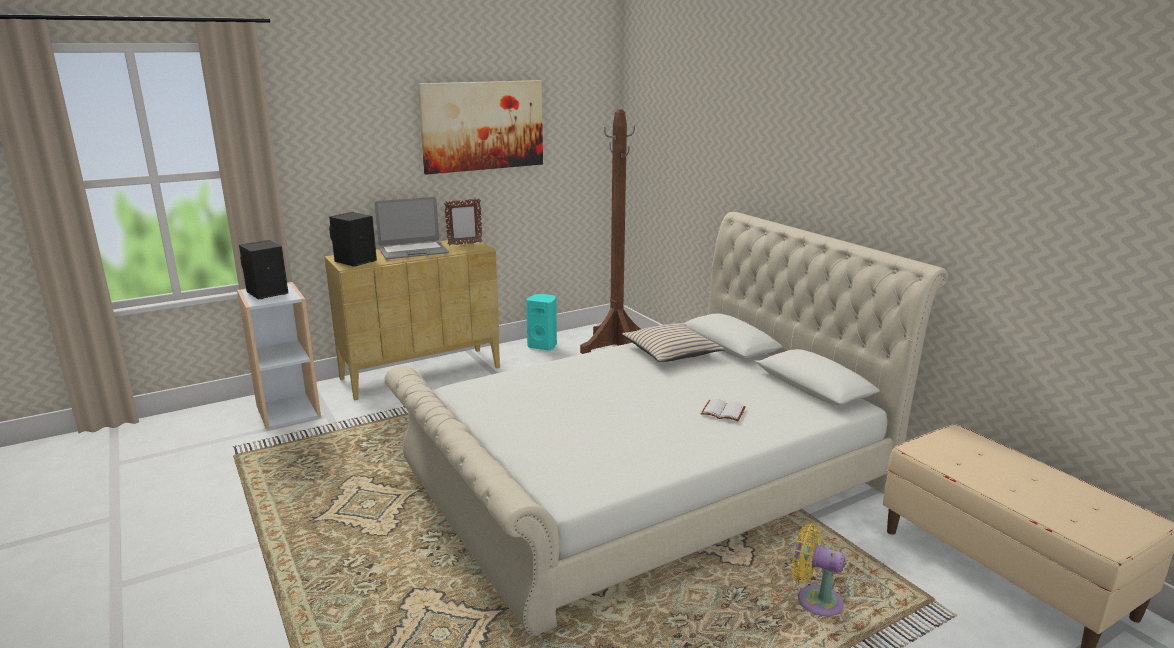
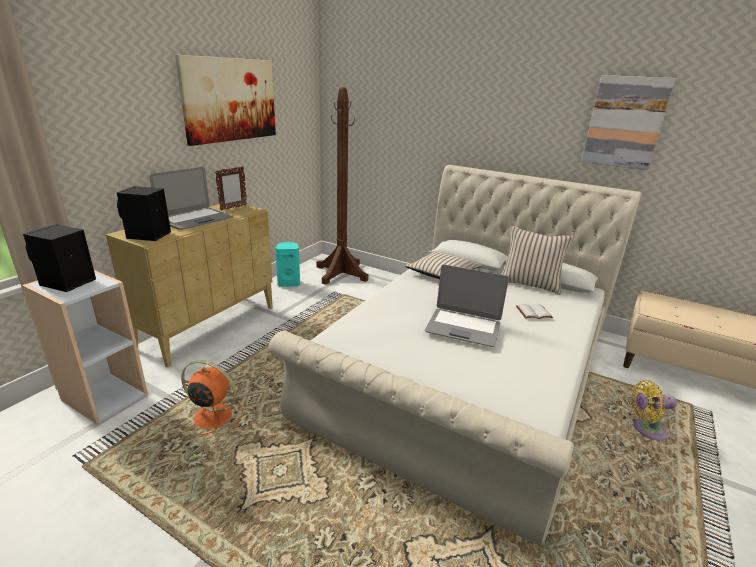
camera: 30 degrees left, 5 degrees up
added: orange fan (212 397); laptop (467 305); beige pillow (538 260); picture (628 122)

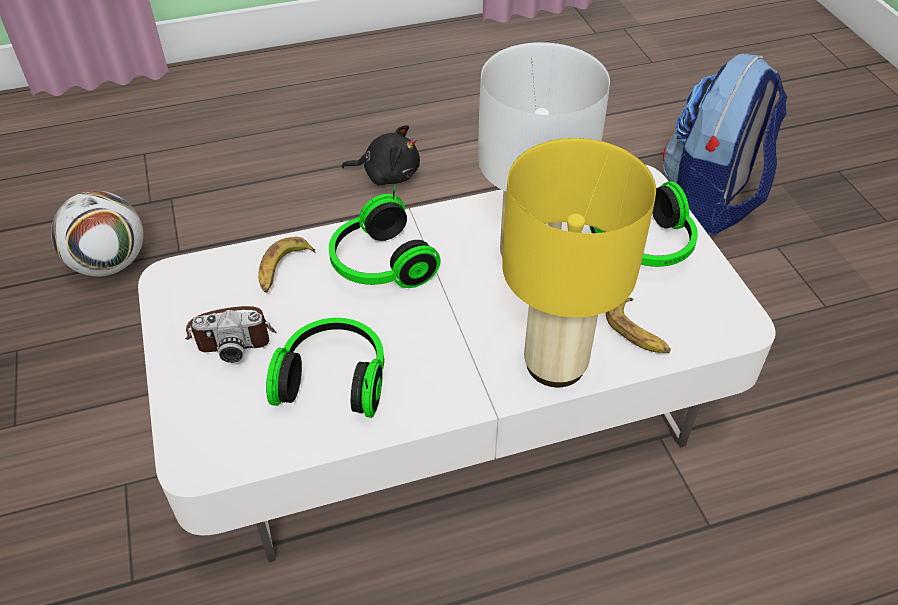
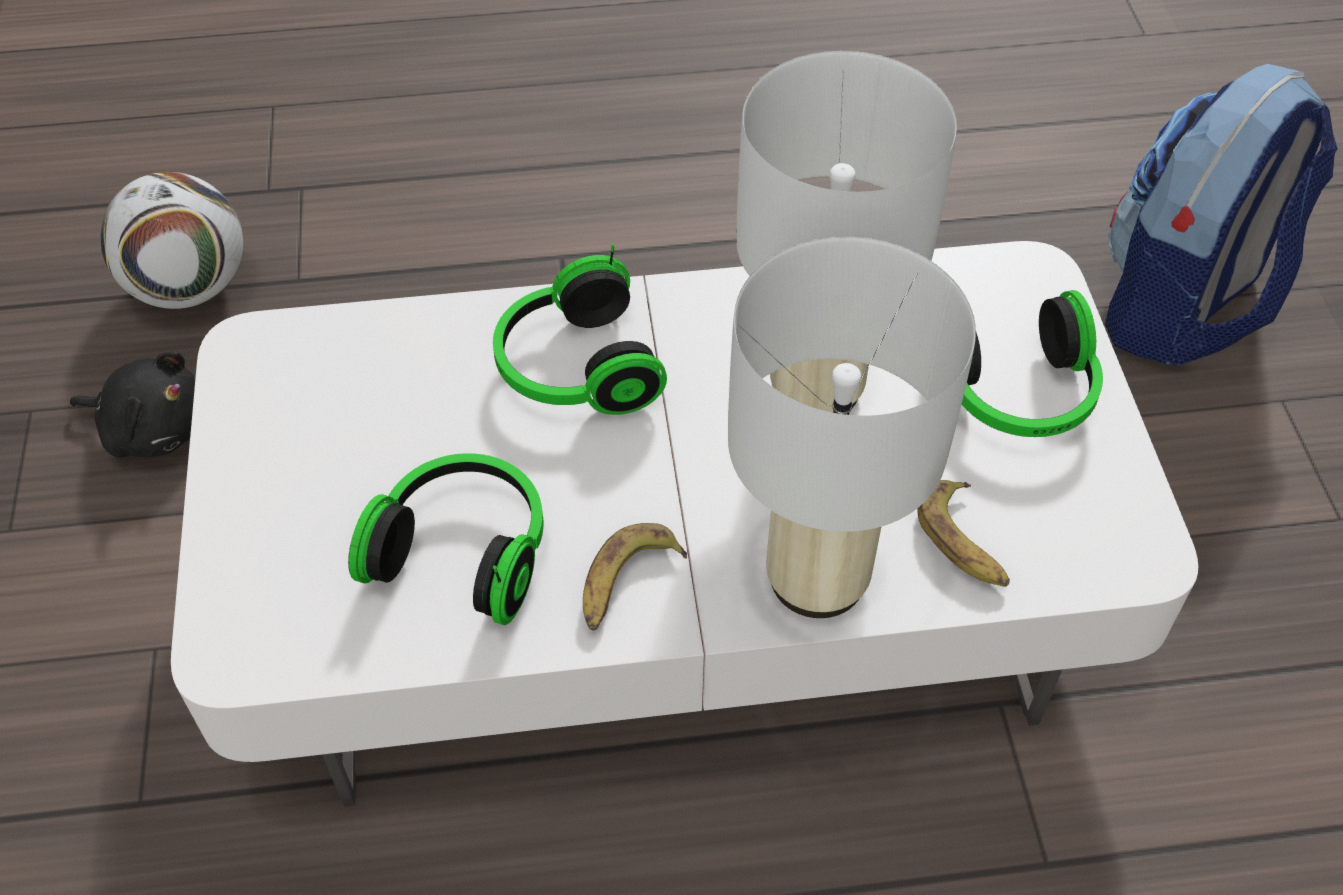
camera: 10 degrees right, 5 degrees up
removed: photo camera (231 334)
moved: black plush toy (381 155) to (133 404); banana (286 265) to (635 577)
recoloured: yellow table lamp (579 262) to white table lamp (852 427)

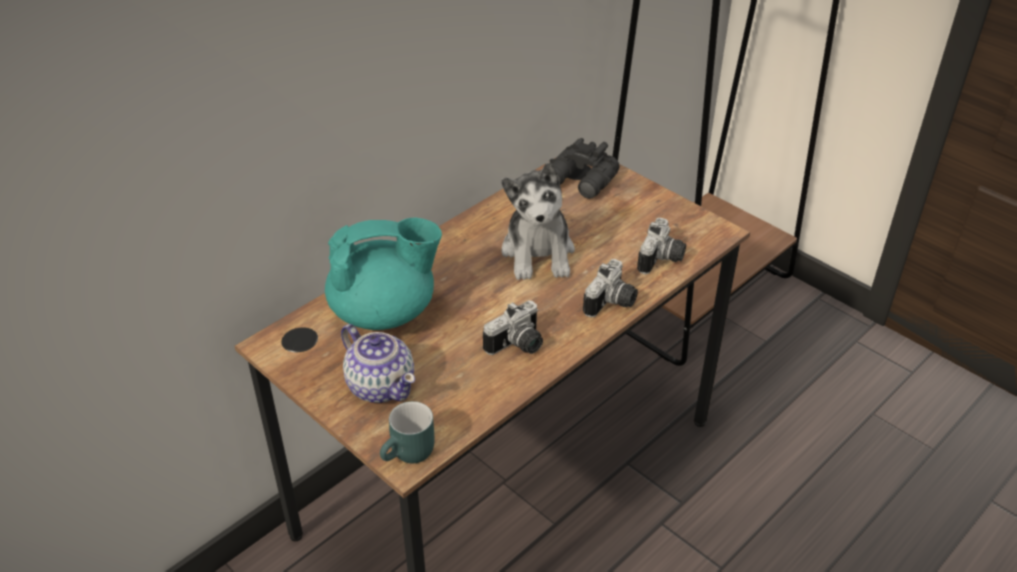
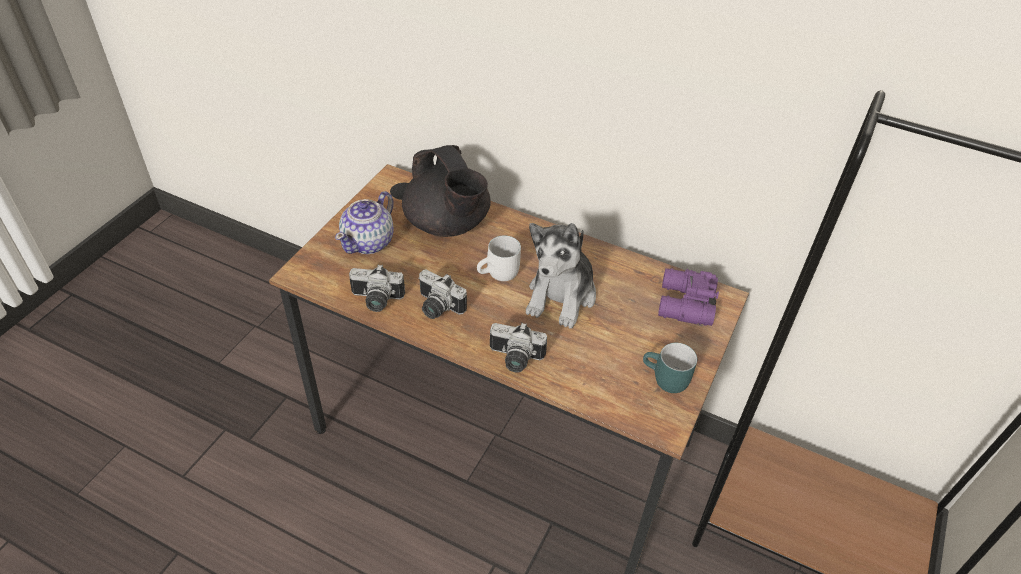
camera: 70 degrees right, 5 degrees up
added: white mug (499 258)
moved: photo camera (661 246) to (377 288); turquoise mug (407 432) to (670 368)
recoloured: turquoise teapot (383 274) to black teapot (446 191); black binoculars (584 168) to purple binoculars (688 297)
turned: plush toy (538 221) = (561 275) 45 degrees counterclockwise

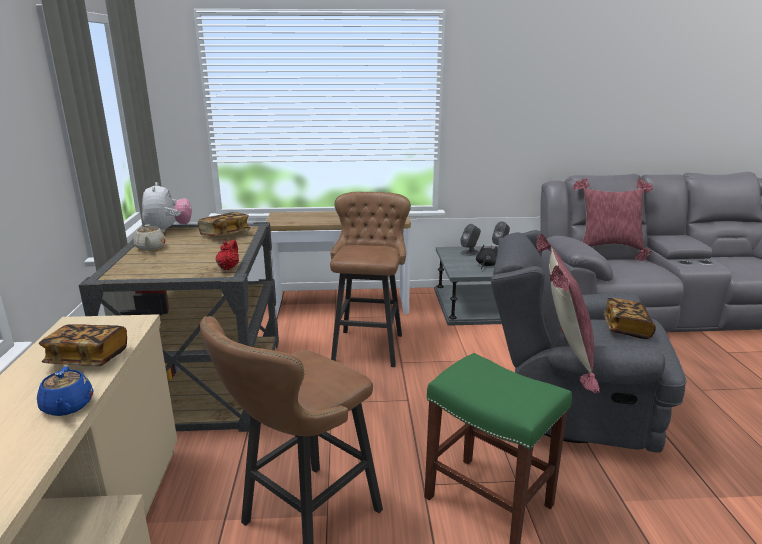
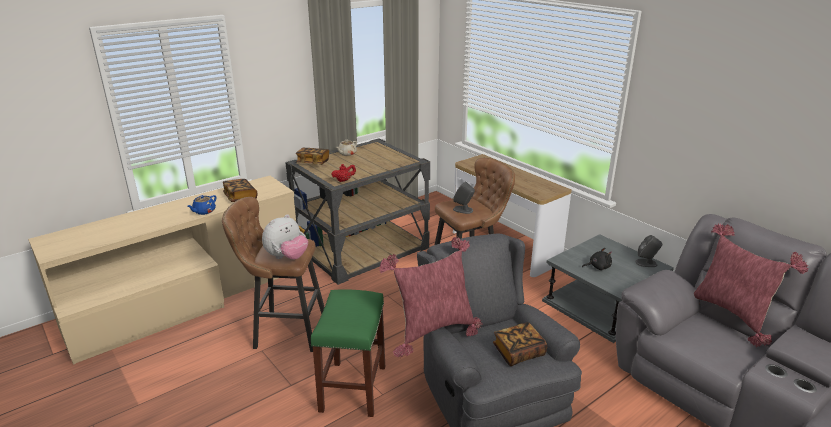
camera: 55 degrees right, 5 degrees up
moved: plush toy (167 207) to (285 237); book (224 224) to (312 156); grey speaker (470 240) to (464 197)

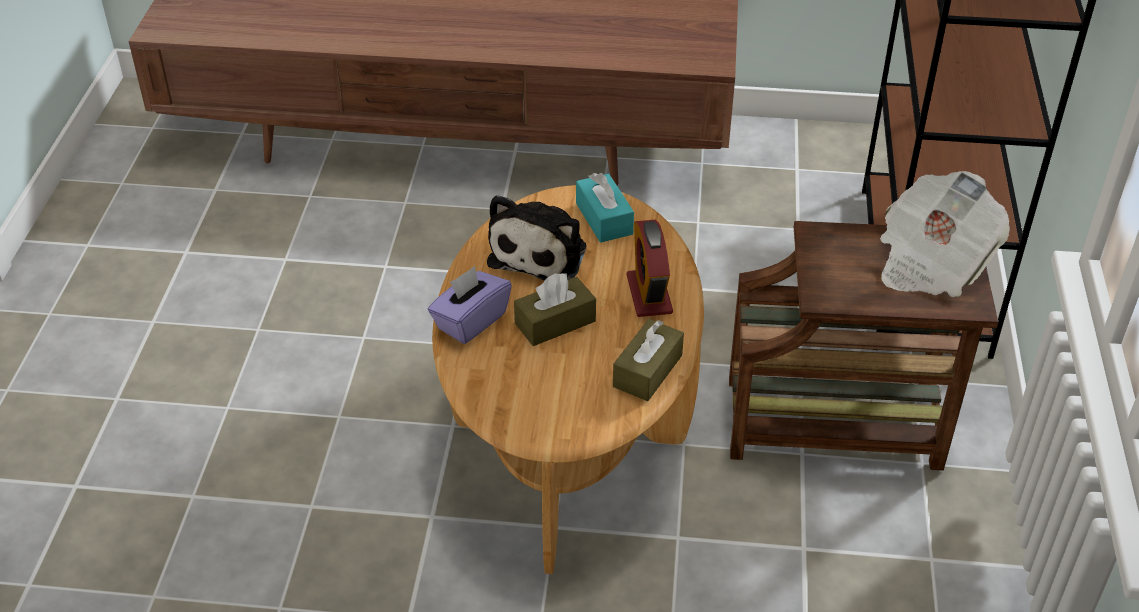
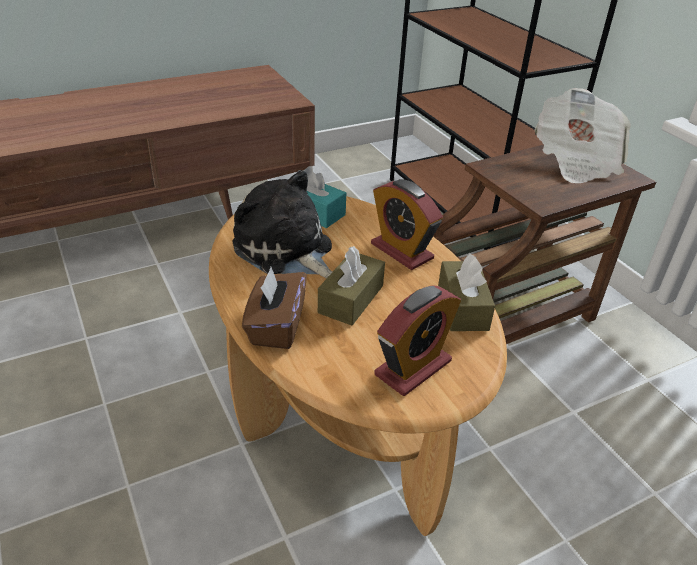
camera: 35 degrees left, 5 degrees down
added: alarm clock (417 340)
recoloured: purple tissue box (470 305) to brown tissue box (274 308)
turned: plush toy (536 238) = (282 224) 150 degrees clockwise

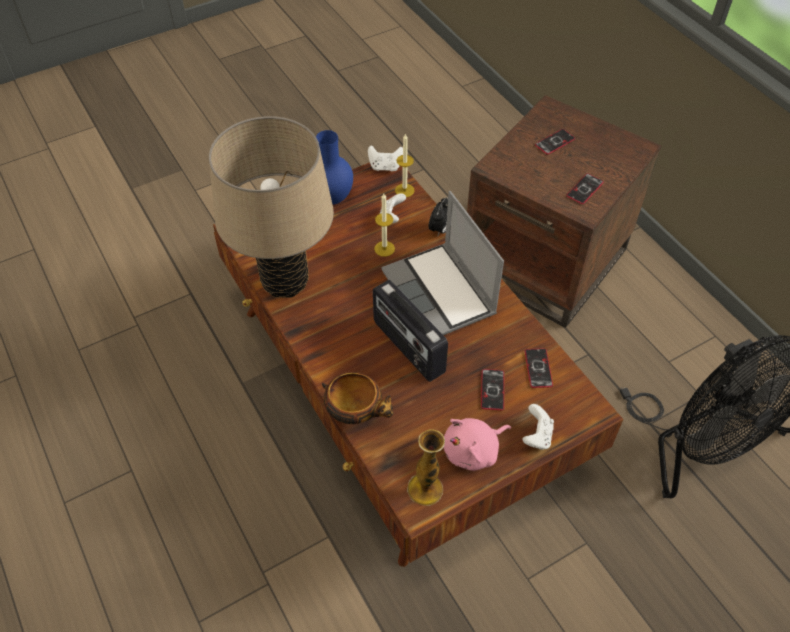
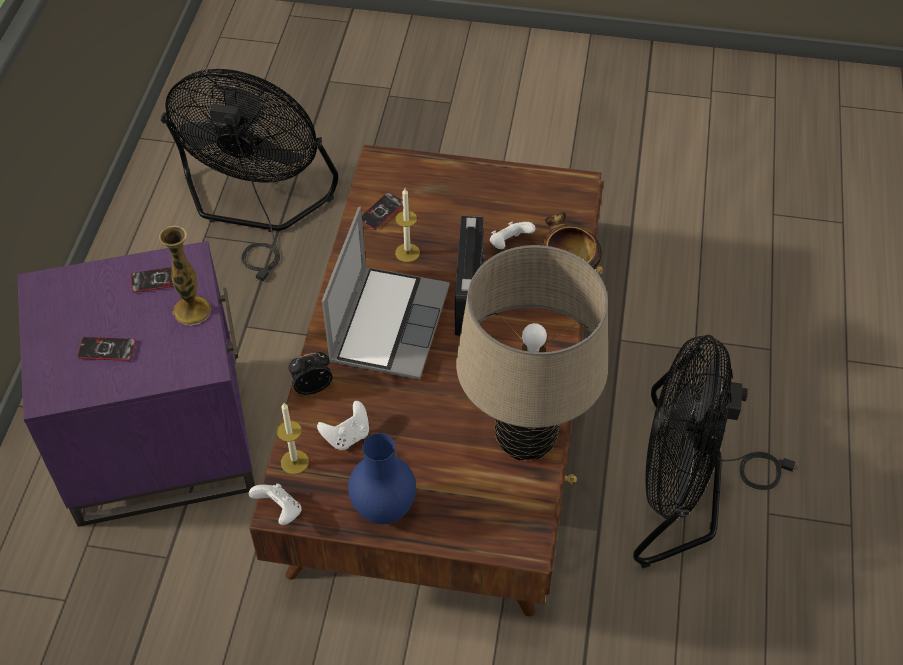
camera: 140 degrees left, 0 degrees up
removed: pink plush toy (477 444); phone (492 389)
added: black fan (715 452)
moved: vase (426 467) to (185 276); candle (384 225) to (407 225); white game controller (538 427) to (513 235)
recoloured: brown side table (564 211) to purple side table (136 384)

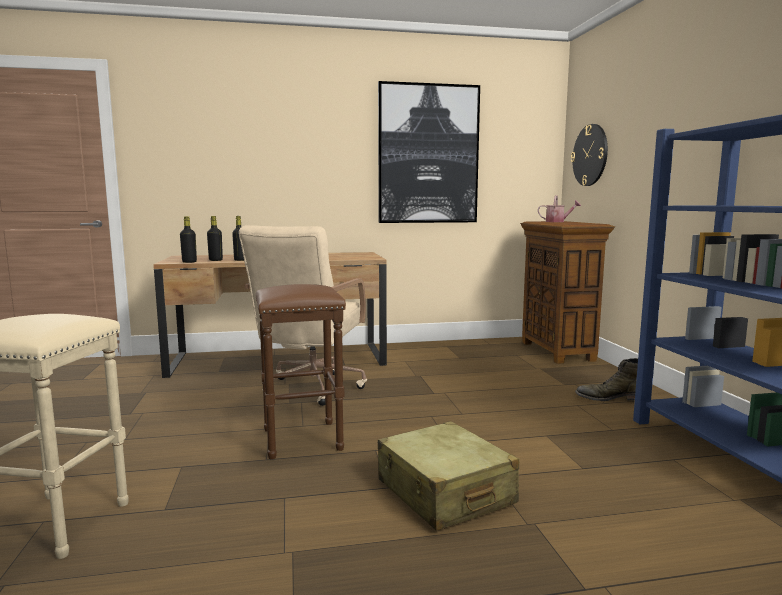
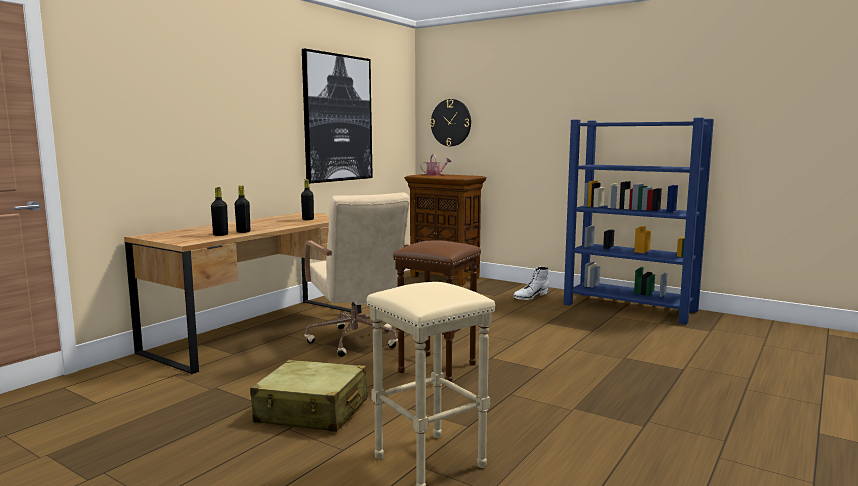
camera: 45 degrees left, 0 degrees up
moved: beige suitcase (448 476) to (309 396); black bottle (188 239) to (307 199)
recoloured: green boot (606 379) to white boot (530 283)

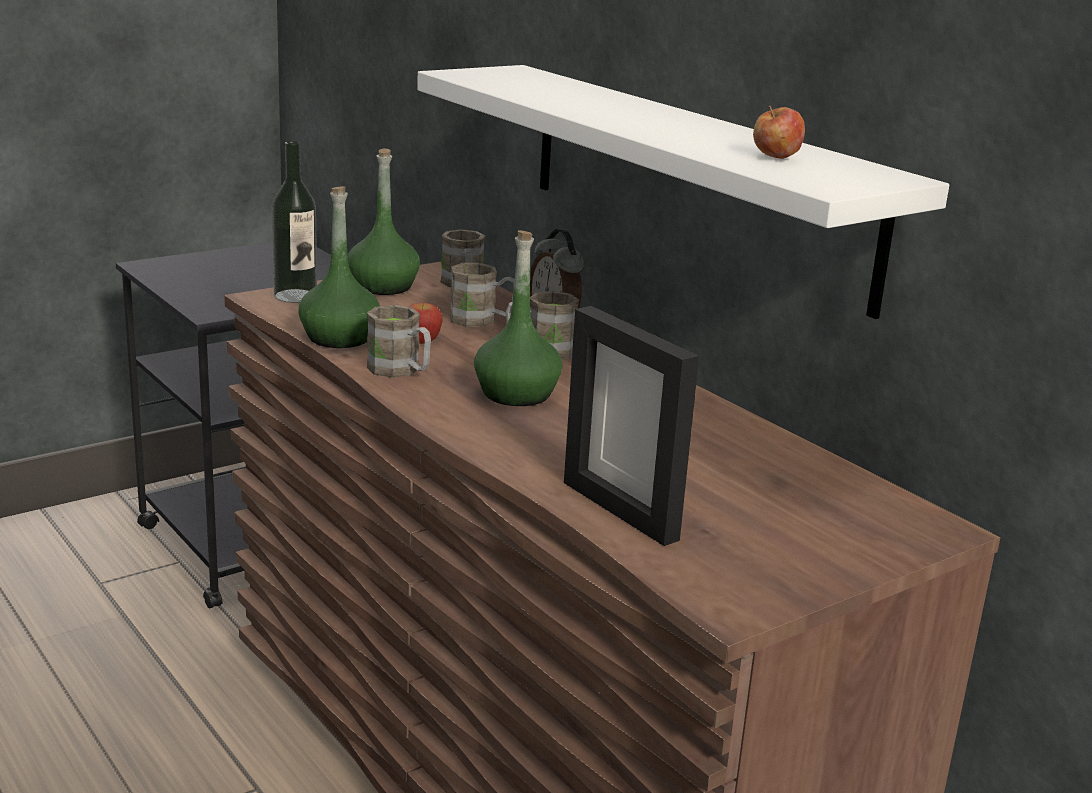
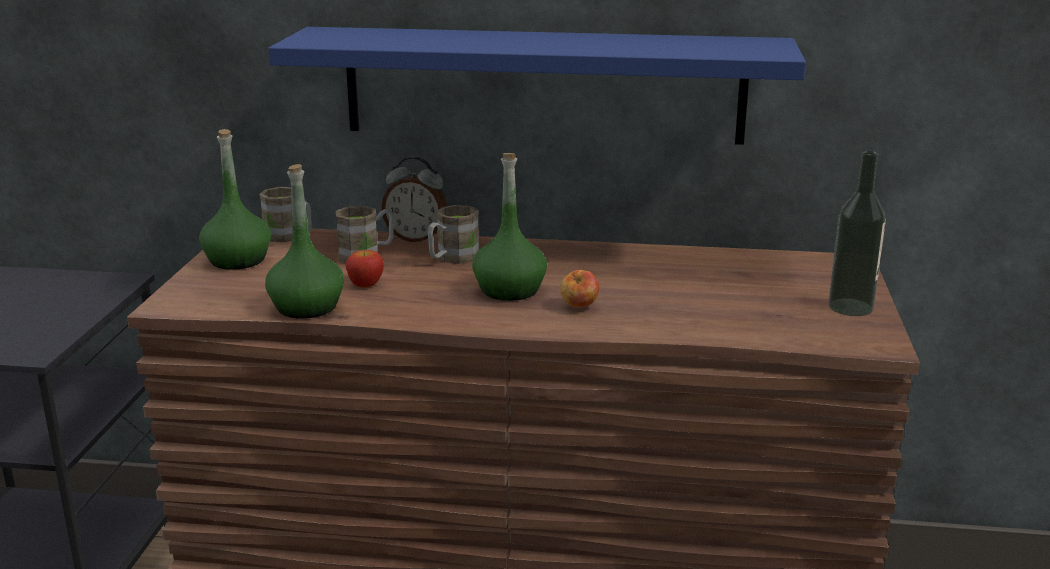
camera: 45 degrees left, 0 degrees up
removed: brown mug (399 341); picture frame (631 426)
moved: apple (779 132) to (579 289); bottle (294 222) to (857 233)
recoloured: white shelf (683 192) to blue shelf (537 86)

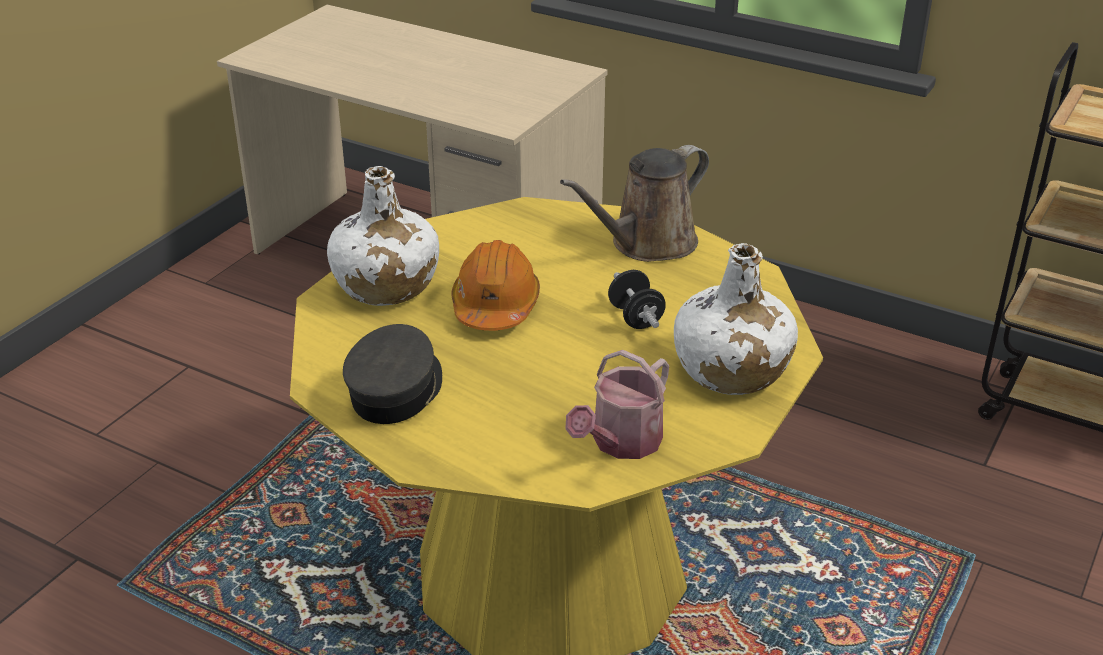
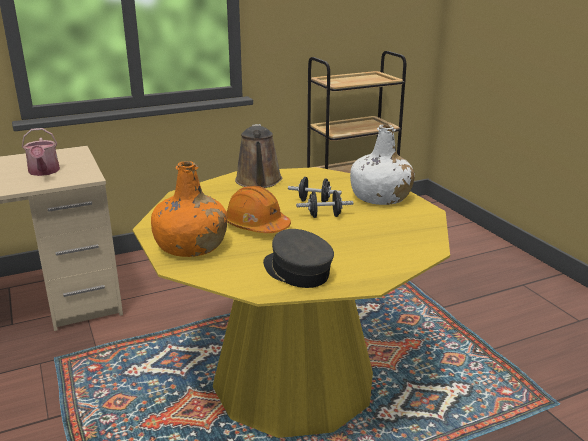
camera: 55 degrees left, 10 degrees down
added: black dumbbell (325 204)
moved: watering can (617 404) to (41 152)
recoloured: white bottle (383 236) to orange bottle (189 209)

